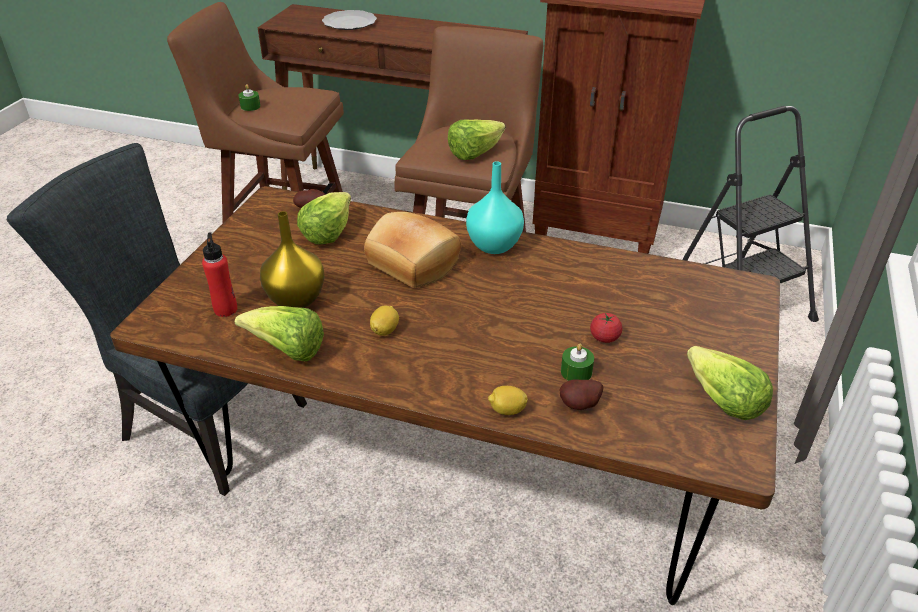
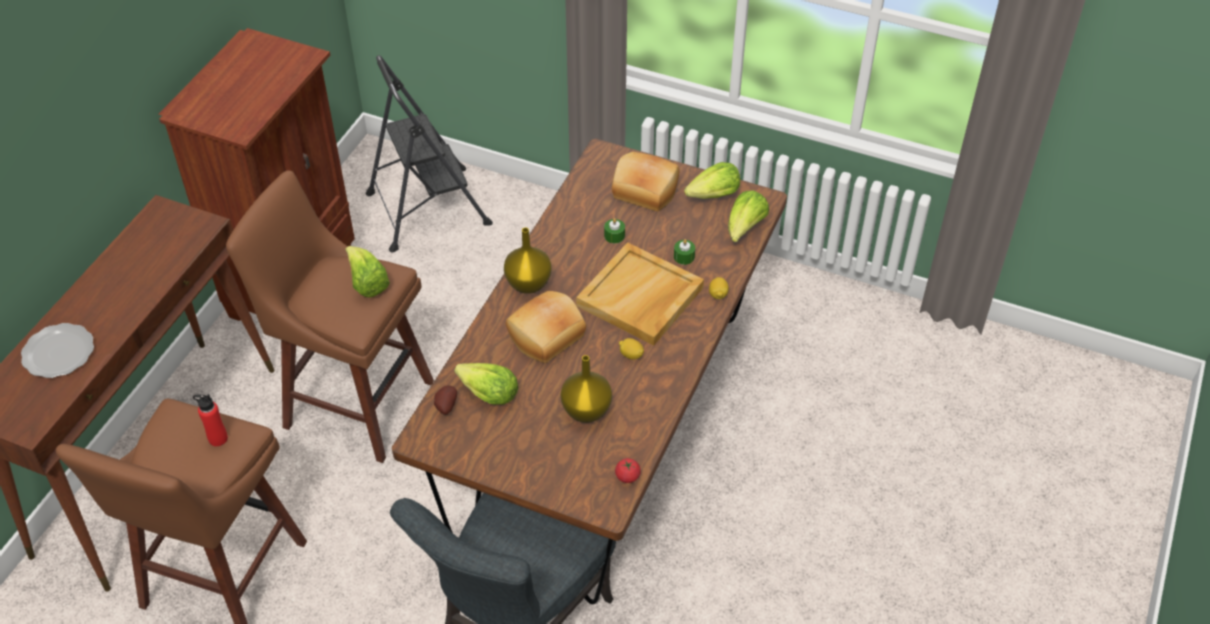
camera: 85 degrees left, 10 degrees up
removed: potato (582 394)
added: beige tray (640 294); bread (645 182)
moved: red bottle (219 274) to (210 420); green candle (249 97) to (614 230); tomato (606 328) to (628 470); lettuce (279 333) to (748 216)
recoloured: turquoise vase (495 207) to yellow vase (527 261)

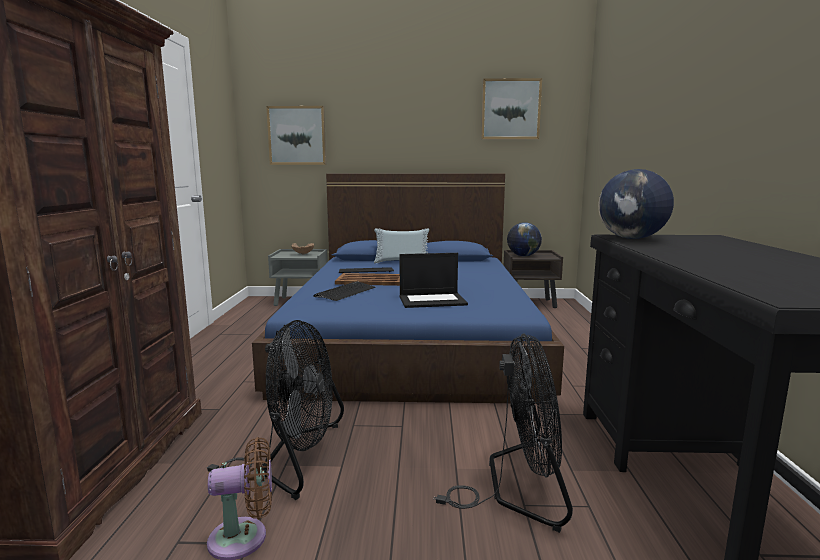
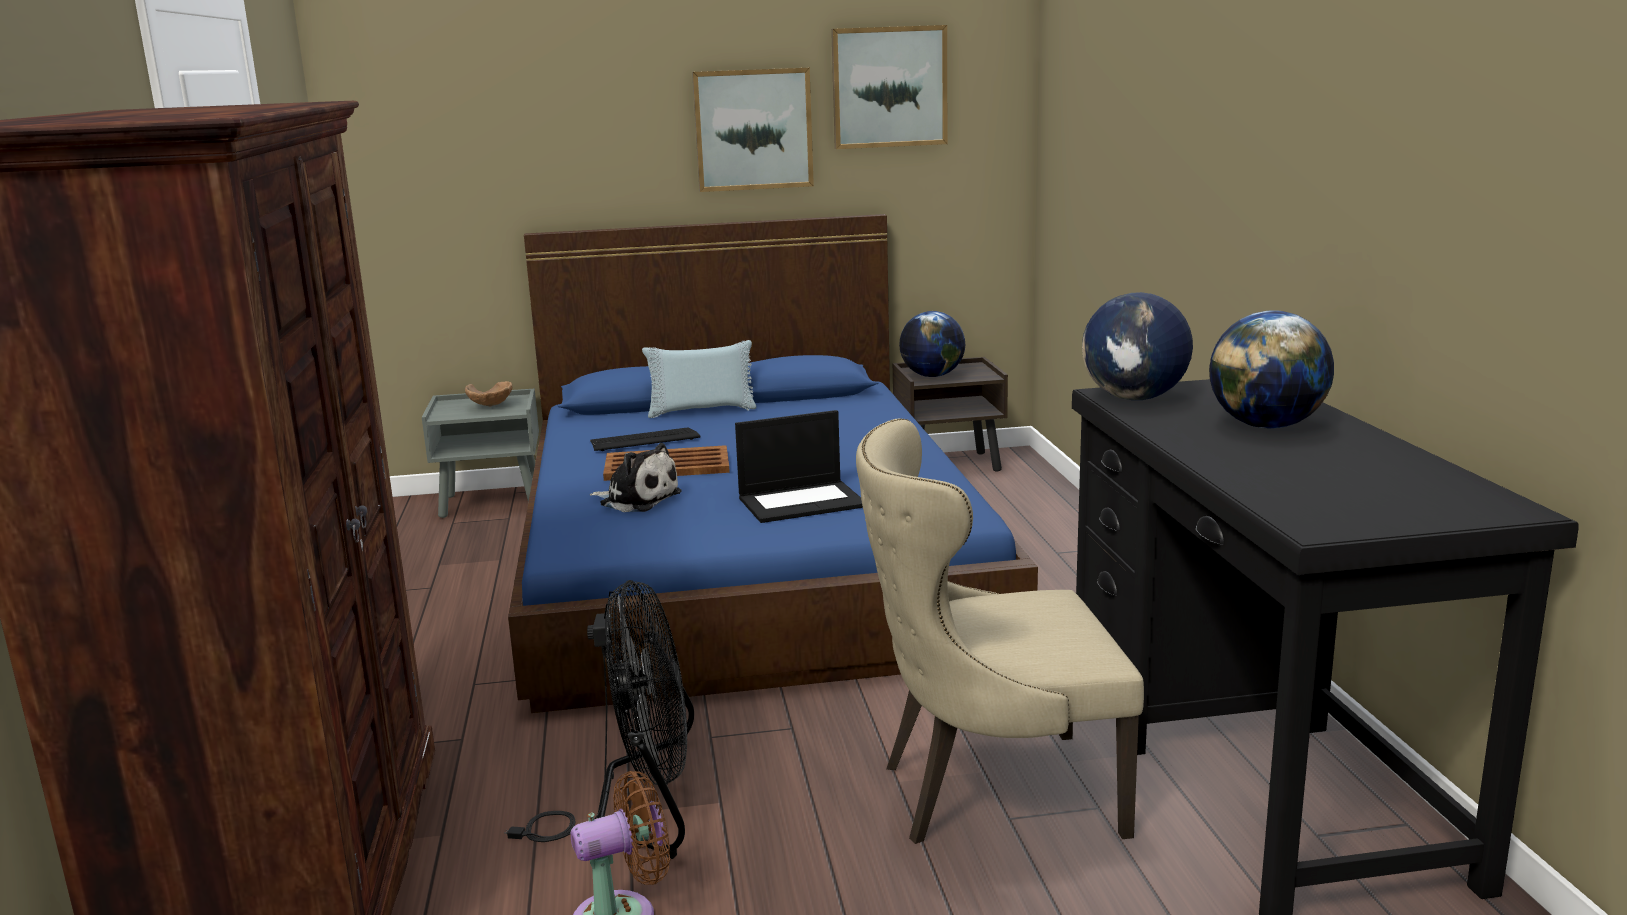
camera: 10 degrees left, 5 degrees up
added: globe (1271 369)
moved: picture (296 135) to (753 130)
replaced: keyboard (344 291) to plush toy (636 477); black fan (503 433) to beige chair (1000 631)

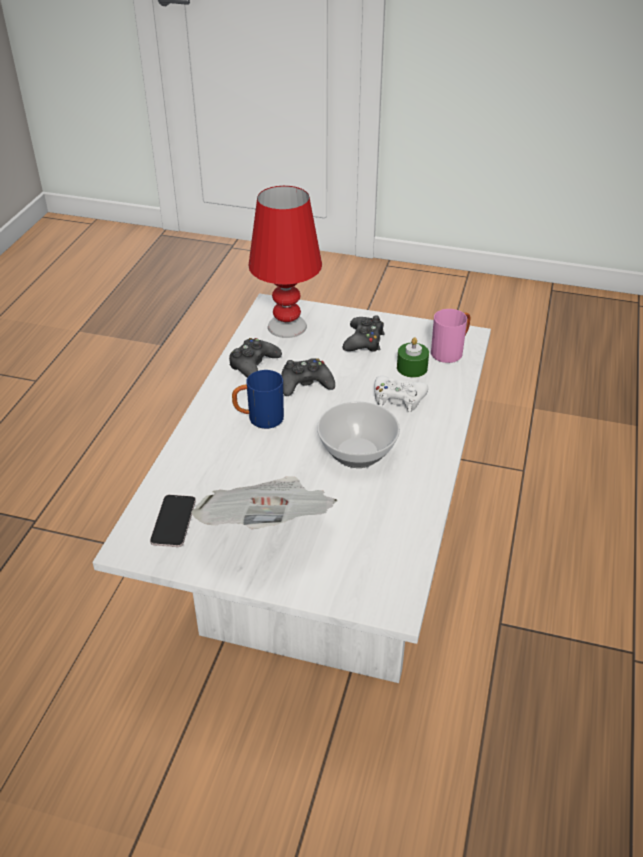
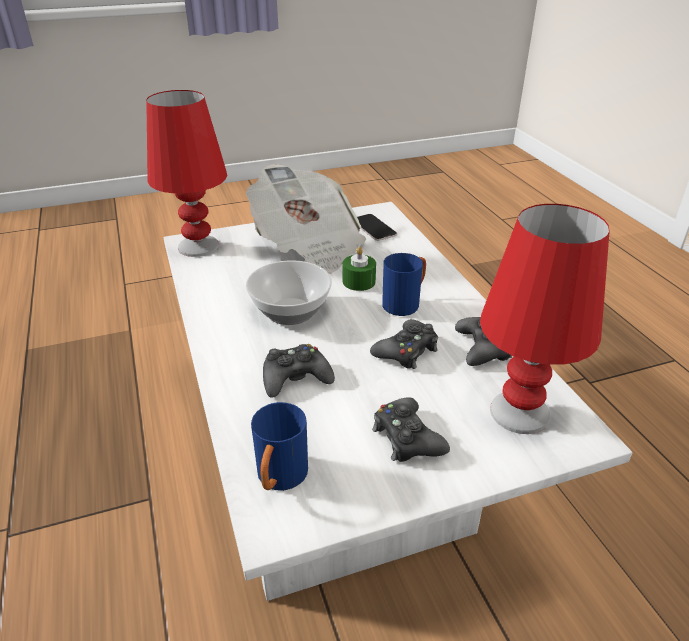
camera: 145 degrees right, 5 degrees down
added: red table lamp (186 173)
moved: green candle (413 357) to (359 269)
recoloured: pink mug (450 336) to blue mug (279 446); white game controller (401 394) to black game controller (299 371)

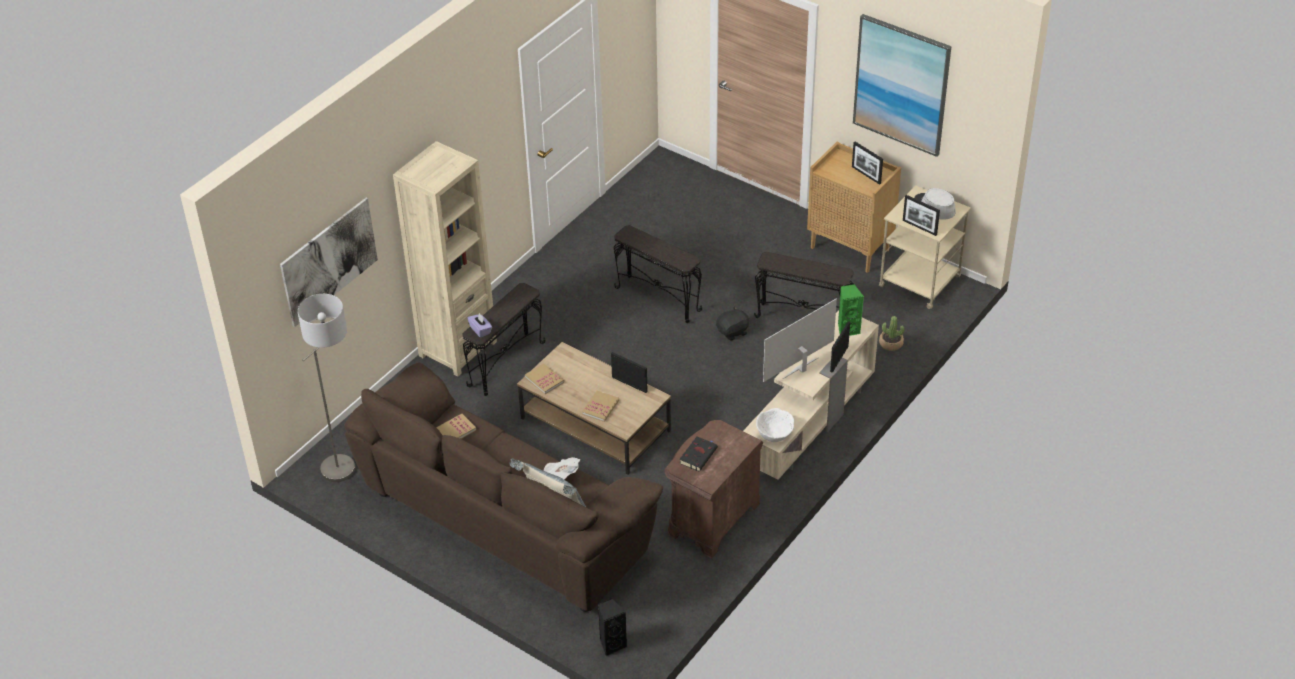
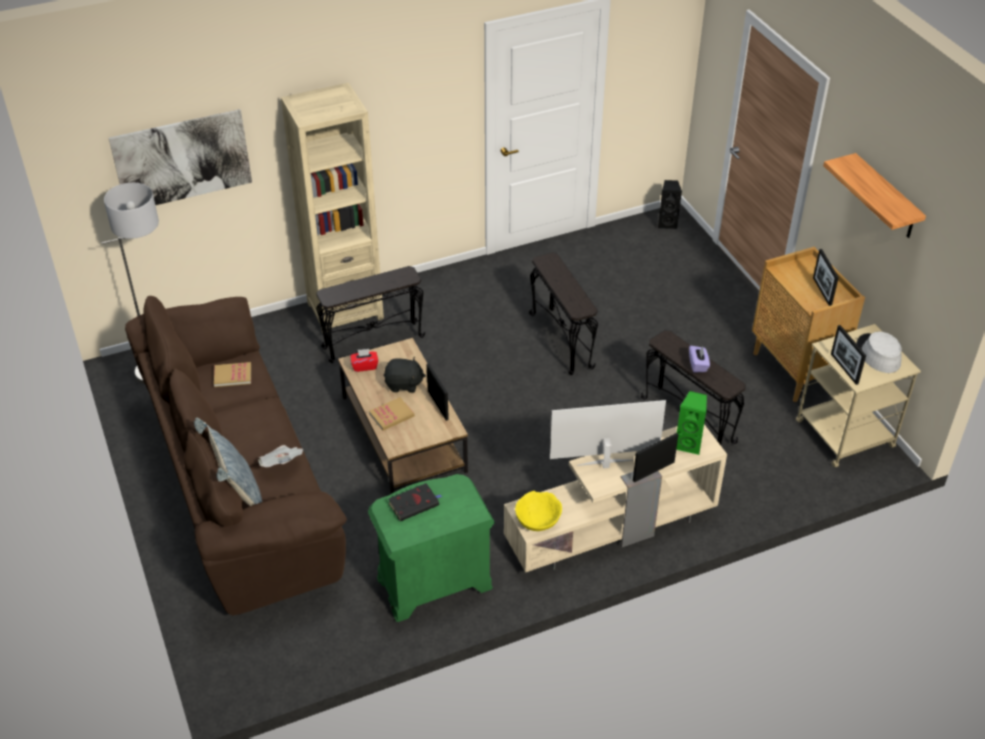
camera: 30 degrees right, 0 degrees up
removed: potted plant (891 333)
moved: black plush toy (732 323) to (405 375); black speaker (612 627) to (670 204); purple tissue box (480 325) to (699 359)
replaced: book (544 378) to red tissue box (364 360); picture (902 85) to shelf (874 195)
recoloured: brown nightstand (713 489) to green nightstand (431 548); white bowl (775 425) to yellow bowl (538 511)

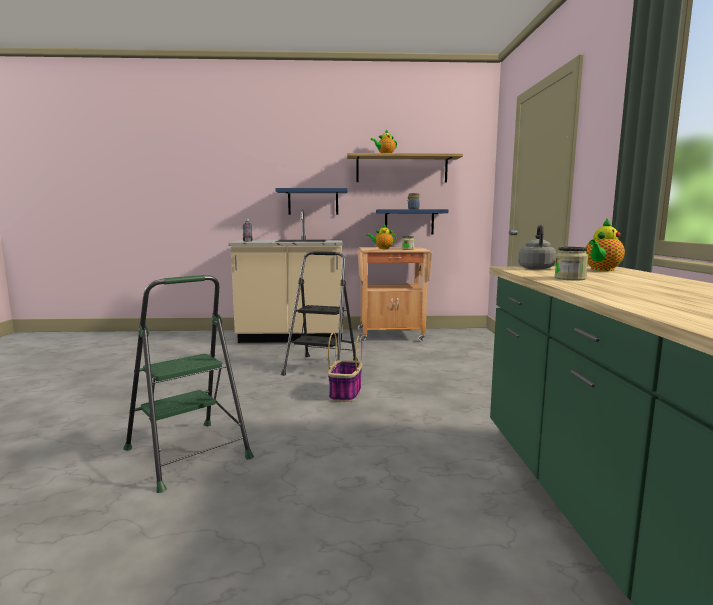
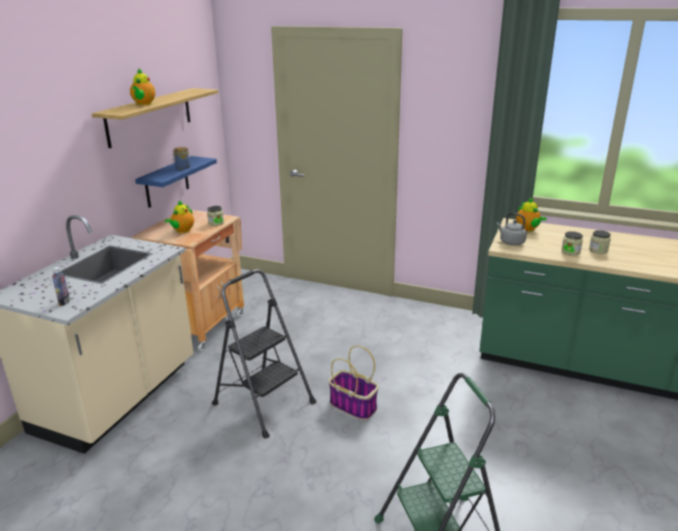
camera: 65 degrees left, 15 degrees up
removed: blue shelf (311 201)
added: jar (600 242)

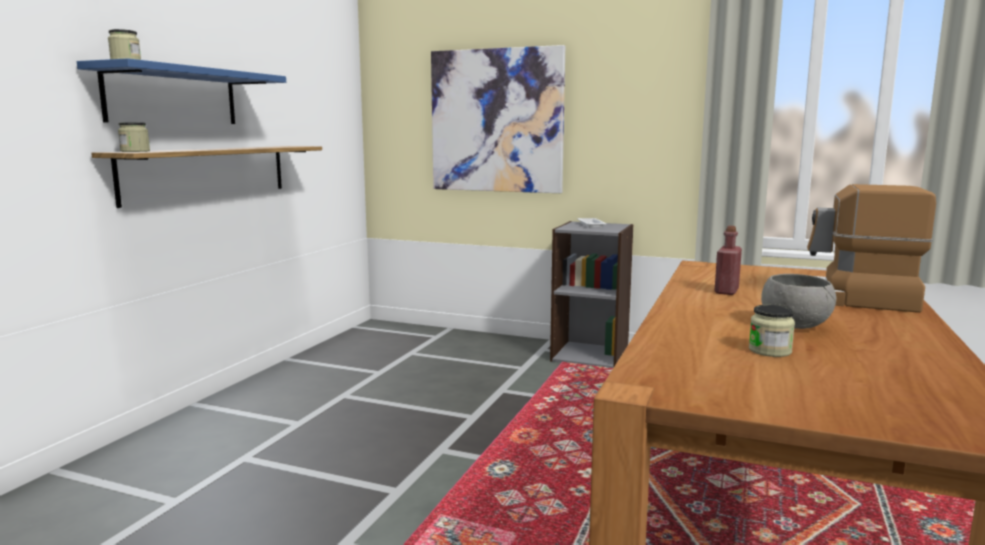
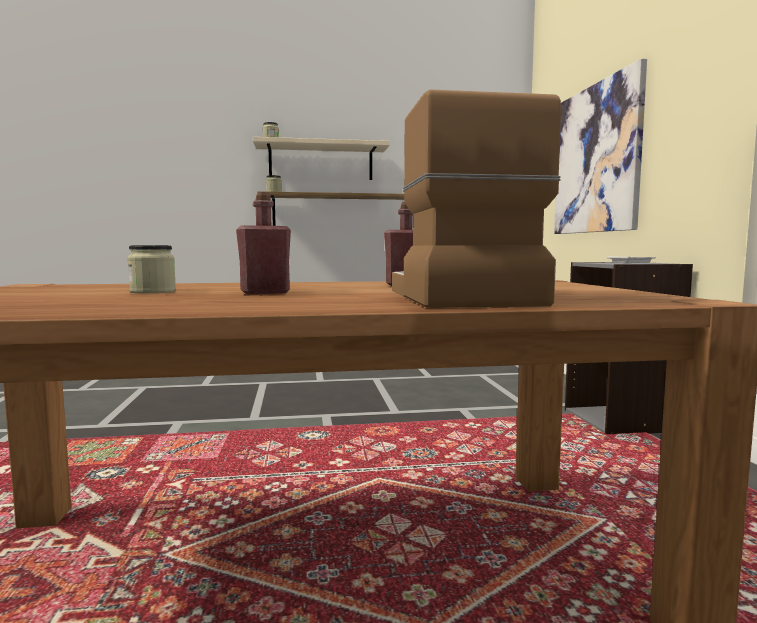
camera: 60 degrees right, 5 degrees down
replaced: grey bowl (798 301) to red bottle (263 243)
recoloured: blue shelf (181 91) to beige shelf (321 158)

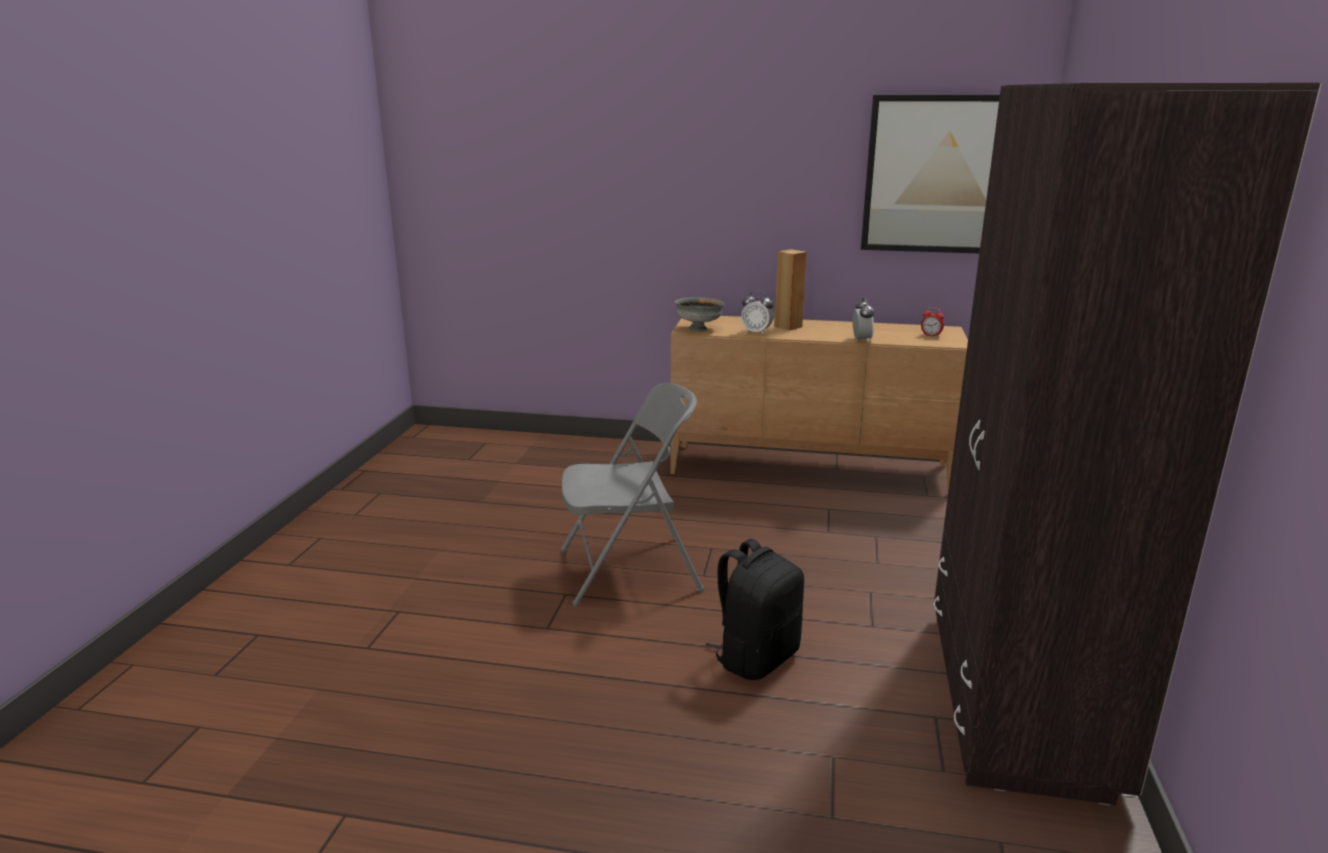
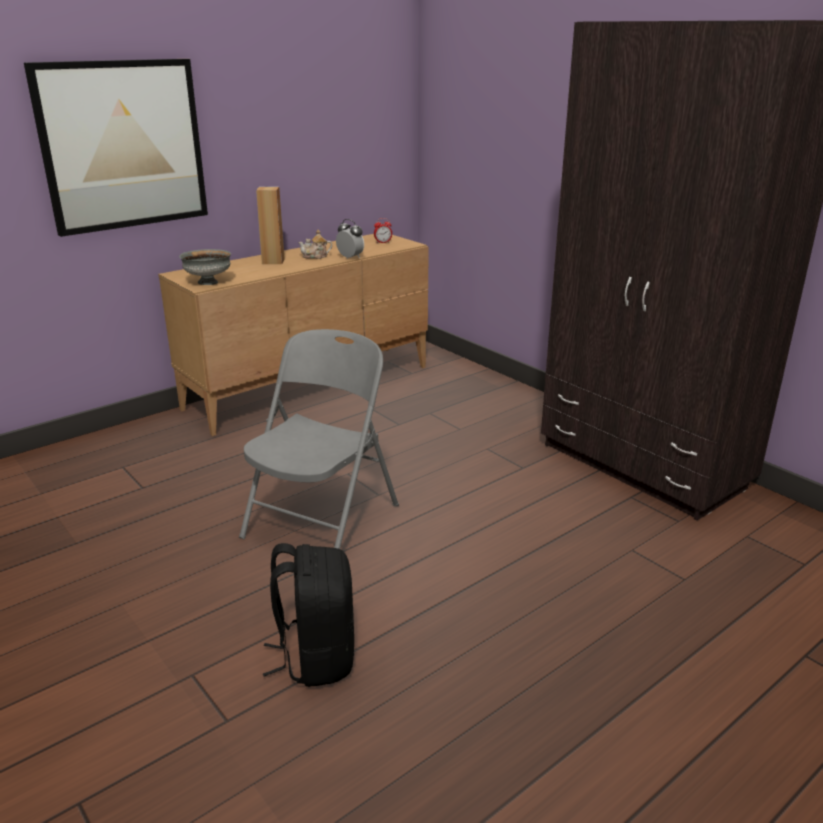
camera: 50 degrees left, 5 degrees up
removed: alarm clock (757 313)
added: teapot (315 244)
moved: picture (930 174) to (116 148); black backpack (754 609) to (308 615)

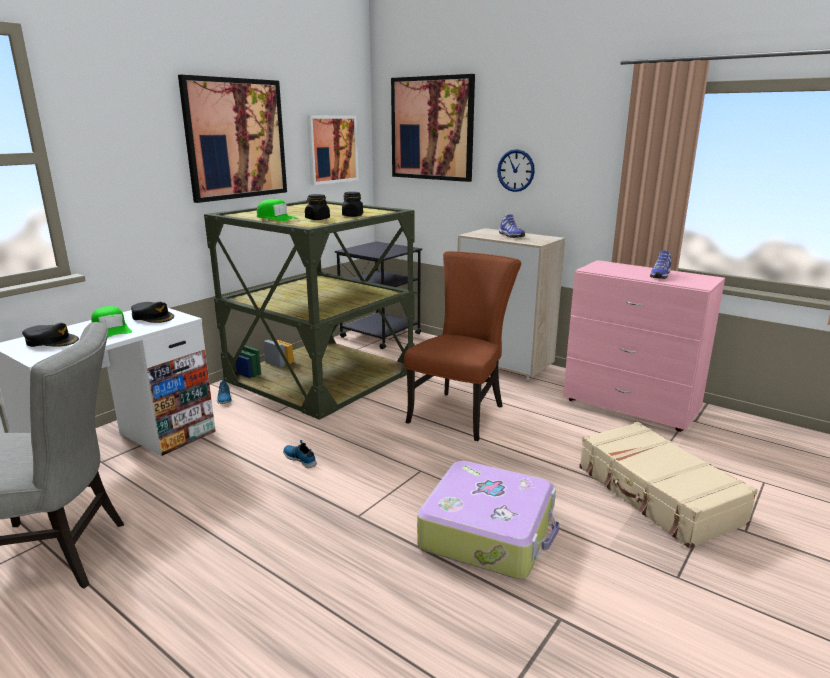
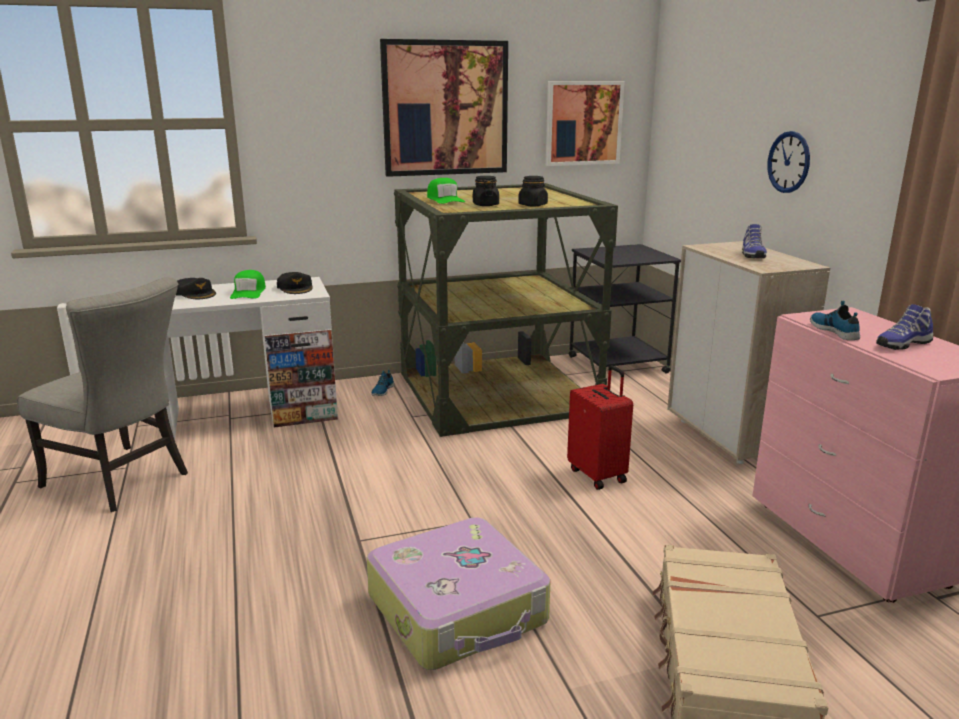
camera: 35 degrees right, 0 degrees up
removed: picture (433 128)
moved: shoe (300 454) to (835 320)
replaced: brown chair (462 346) to red suitcase (600 427)

